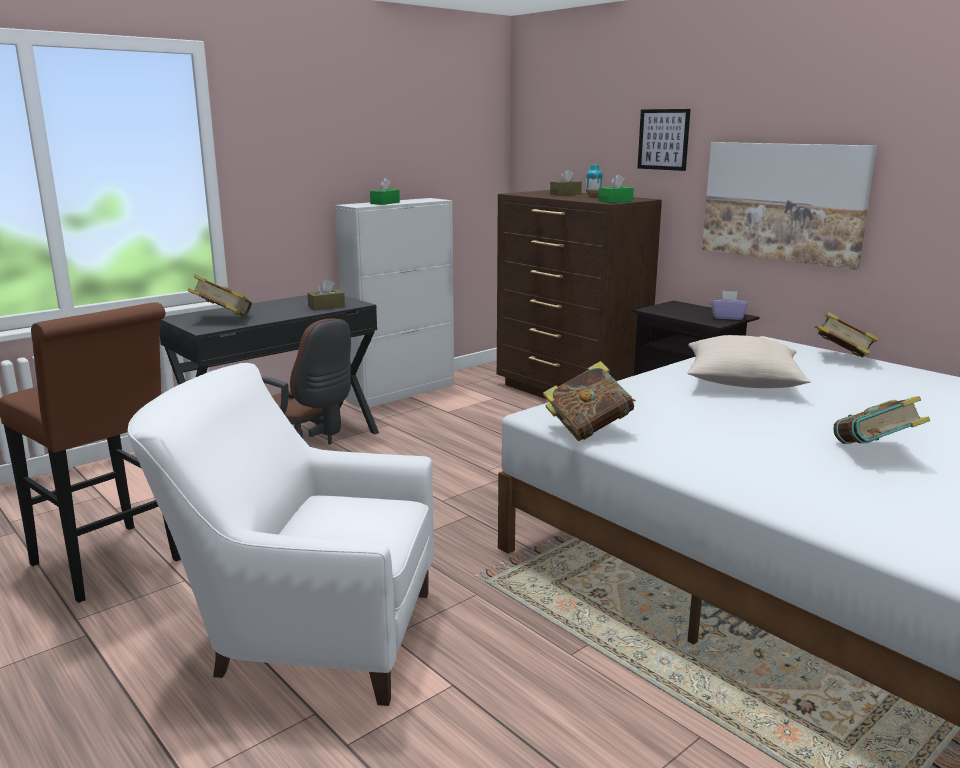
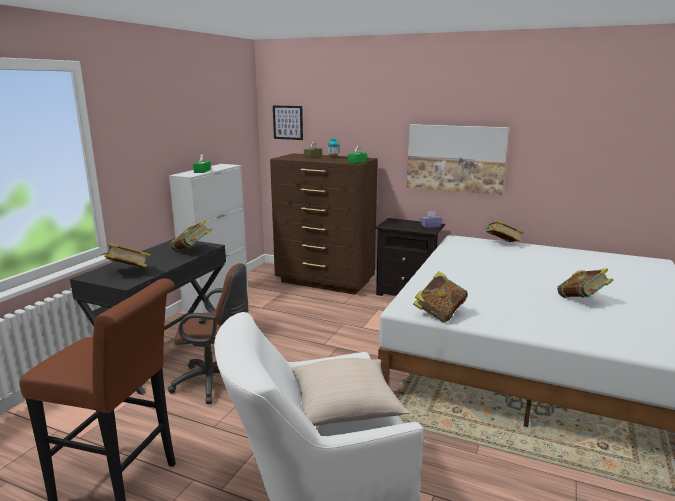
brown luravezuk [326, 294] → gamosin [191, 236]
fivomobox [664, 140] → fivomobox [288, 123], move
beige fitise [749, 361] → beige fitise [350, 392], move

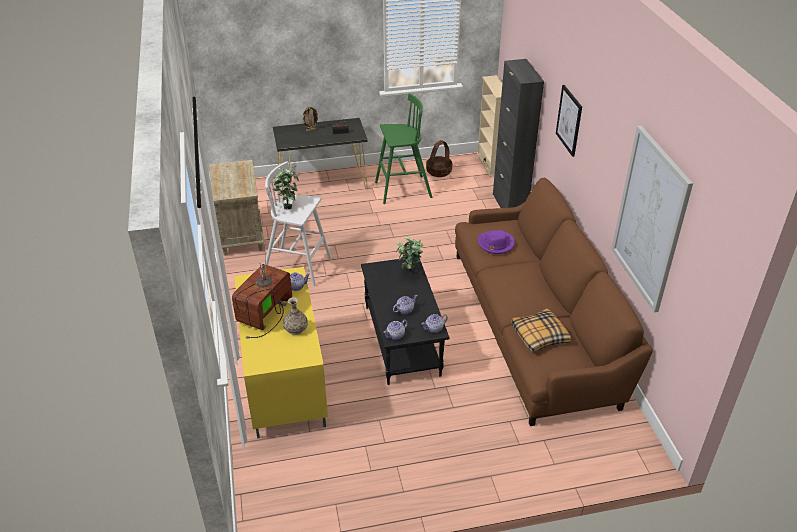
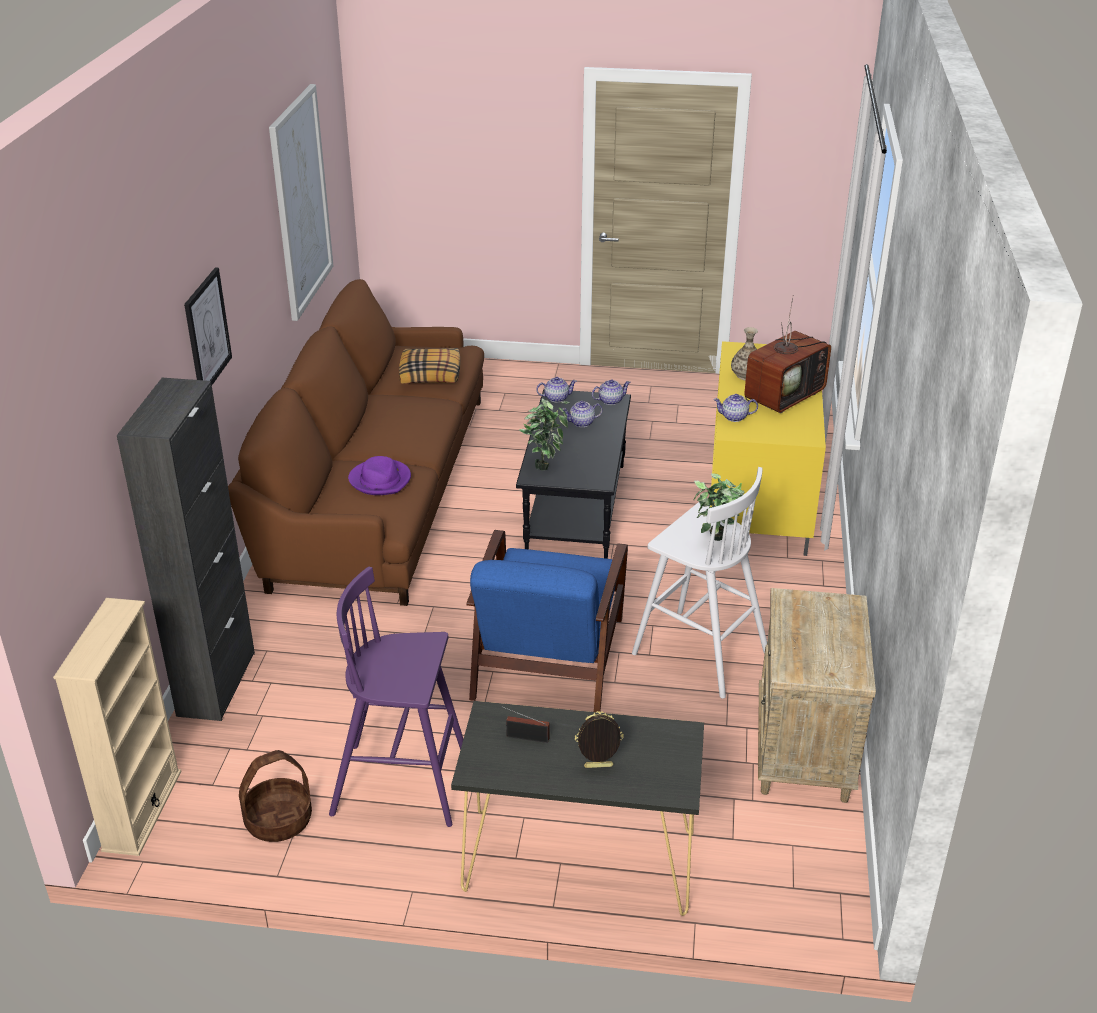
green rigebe [403, 148] → purple rigebe [396, 697]
- → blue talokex [547, 621]

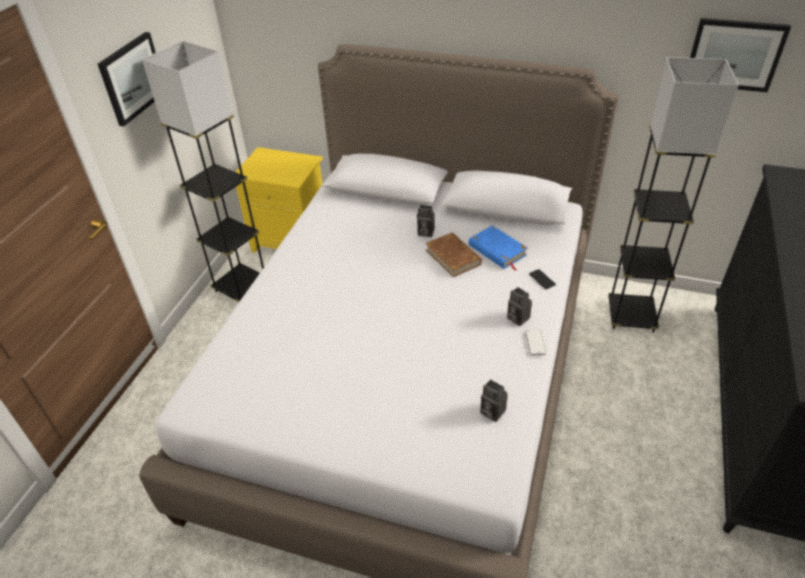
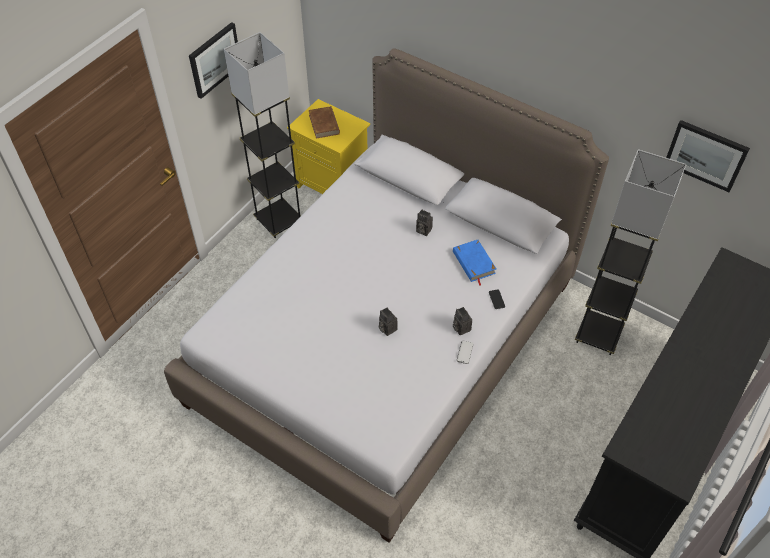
brown gamosin [453, 254] → brown gamosin [324, 122], move
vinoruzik [494, 400] → vinoruzik [388, 322], move

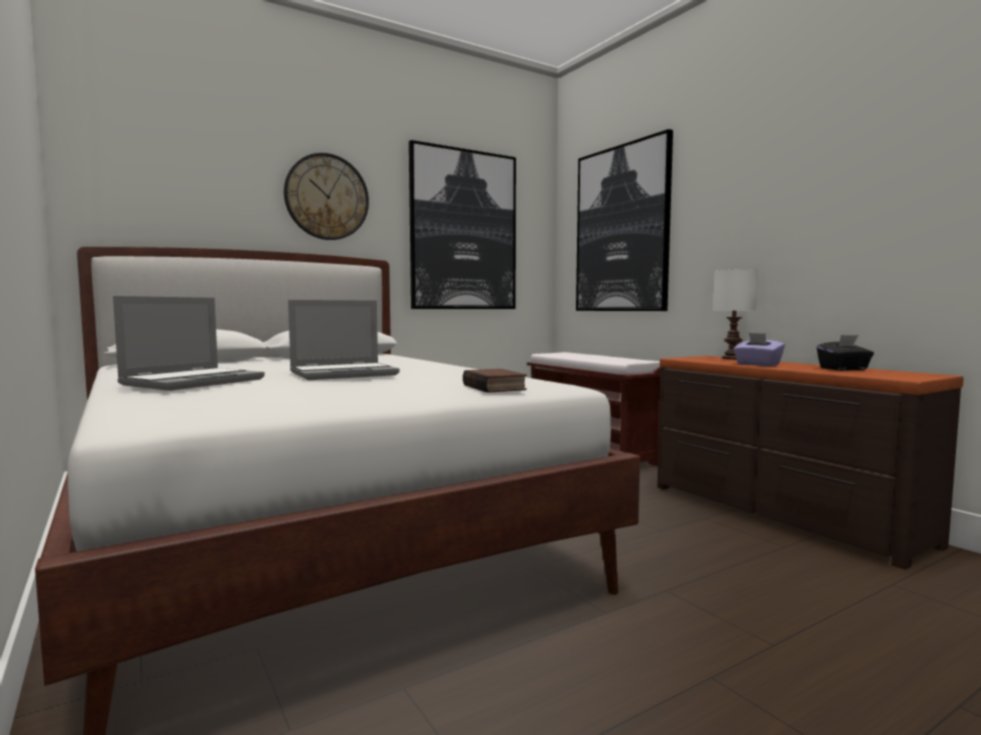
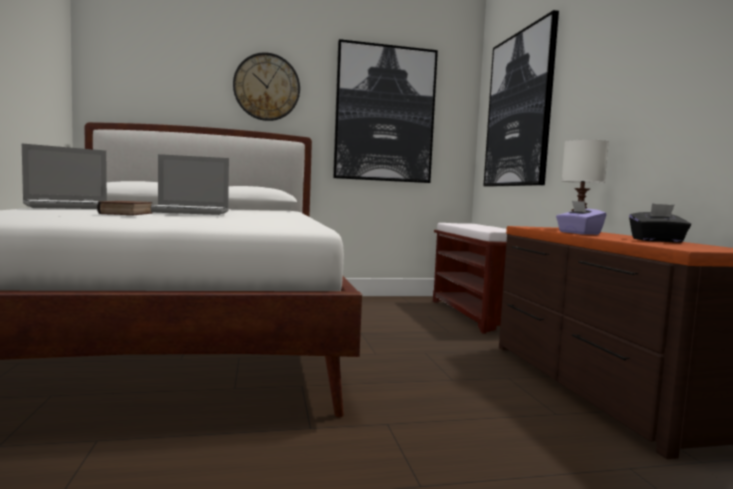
gamosin [495, 381] → gamosin [124, 208], move

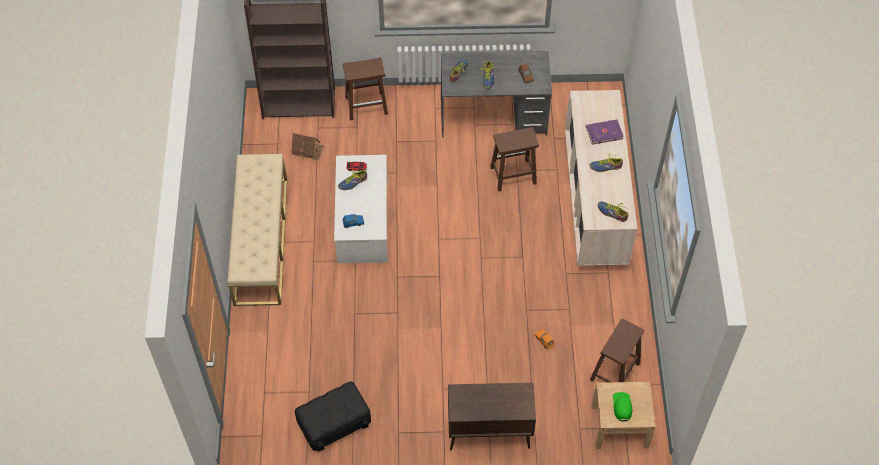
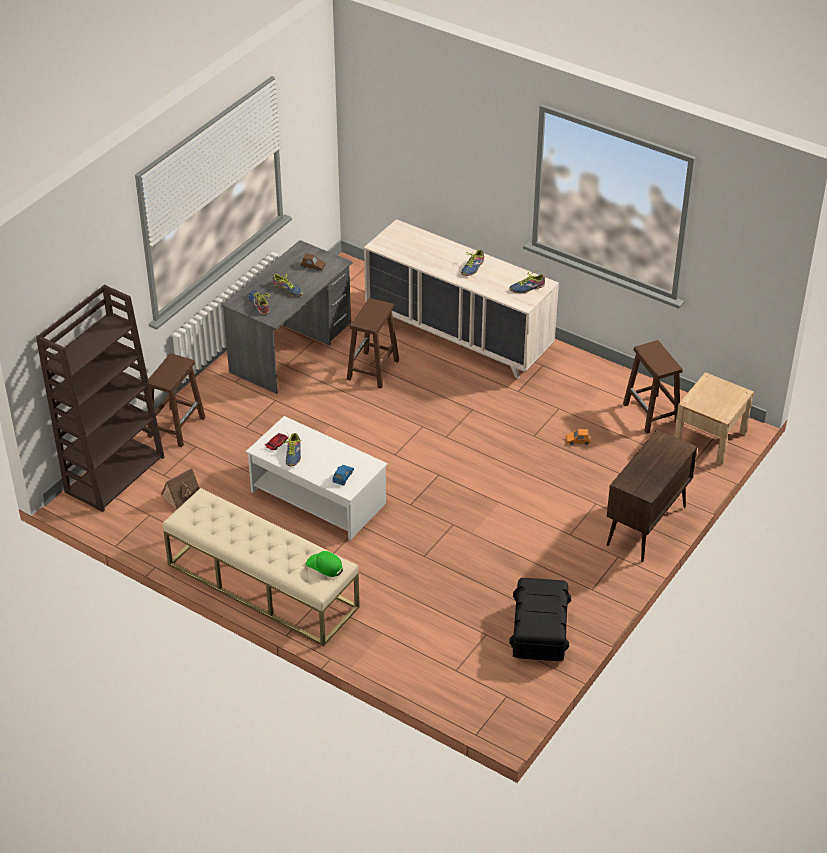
purple gamosin [605, 132] → -
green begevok [622, 406] → green begevok [324, 564], move

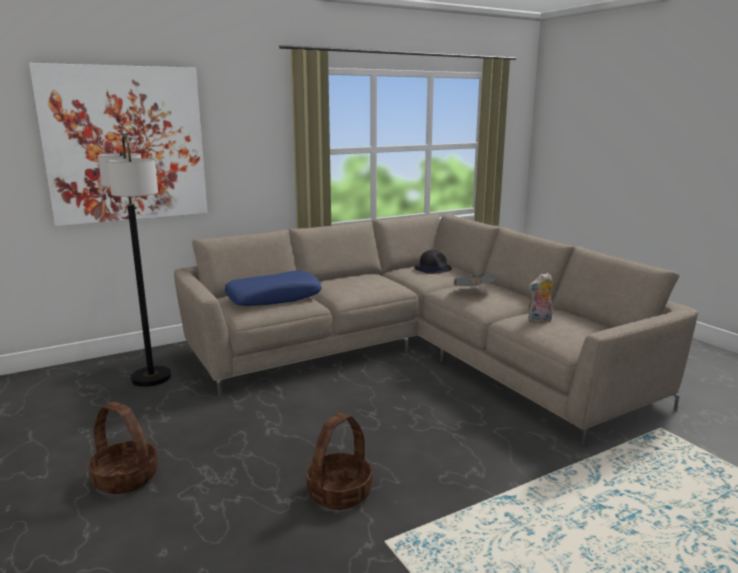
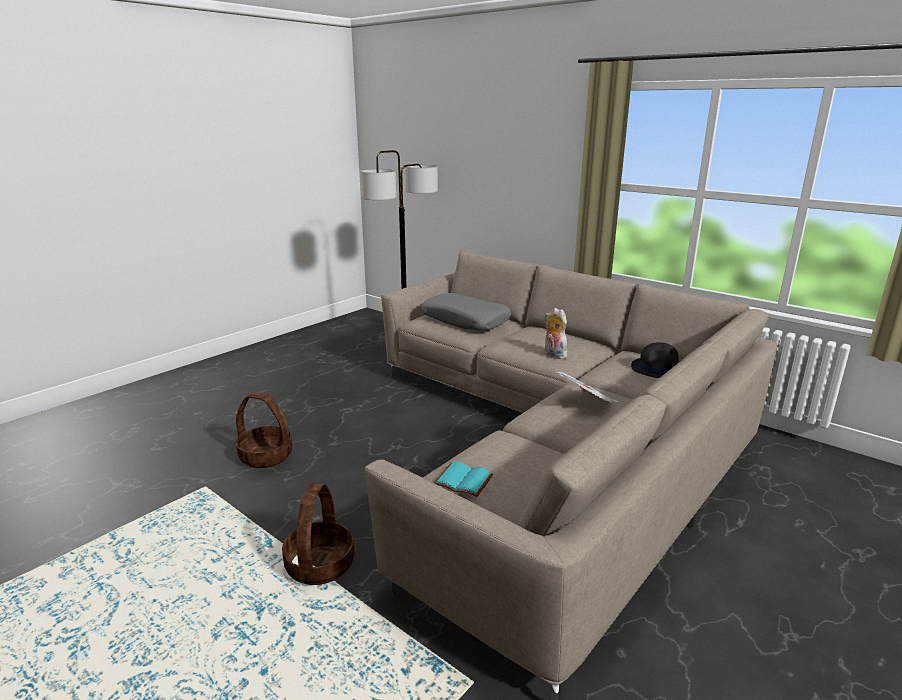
fivomobox [118, 144] → -
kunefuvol [123, 447] → kunefuvol [318, 534], move
blue fitise [273, 288] → grey fitise [466, 311]
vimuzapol [540, 298] → vimuzapol [556, 334], move
- → turquoise gamosin [463, 479]

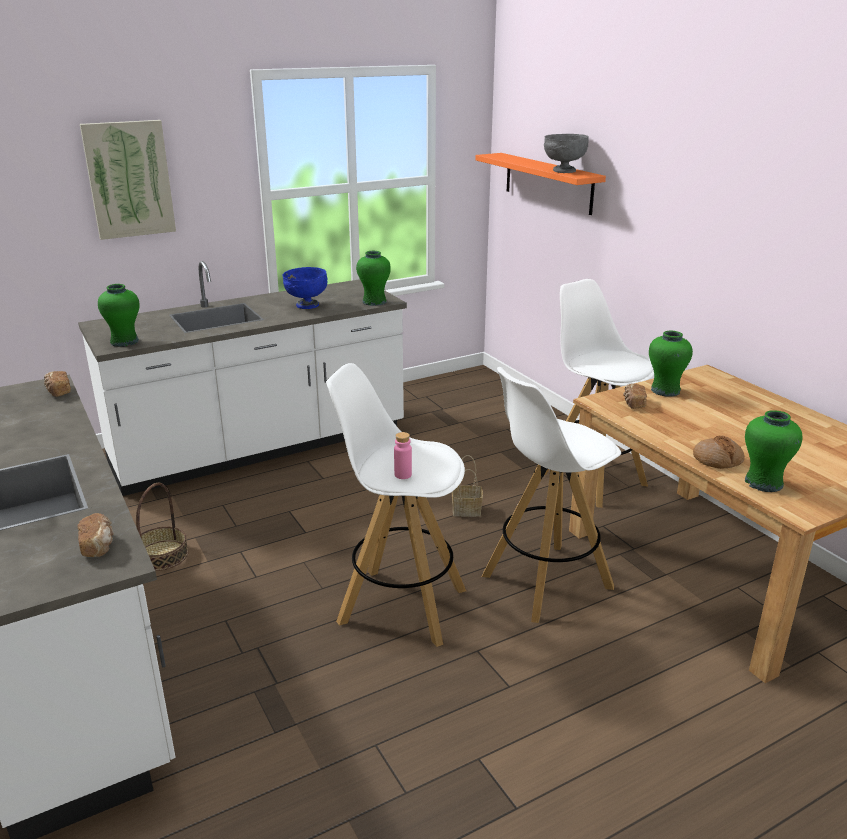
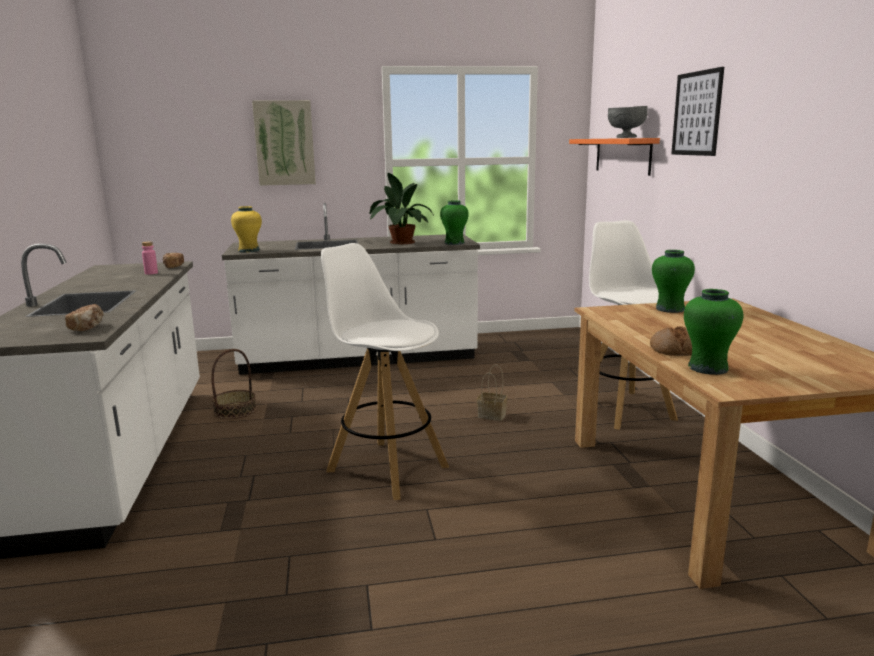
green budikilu [119, 315] → yellow budikilu [246, 229]
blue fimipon [305, 288] → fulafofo [402, 208]
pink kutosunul [403, 455] → pink kutosunul [150, 258], move
white rigebe [551, 495] → -
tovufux [635, 396] → -
- → fivomobox [697, 111]

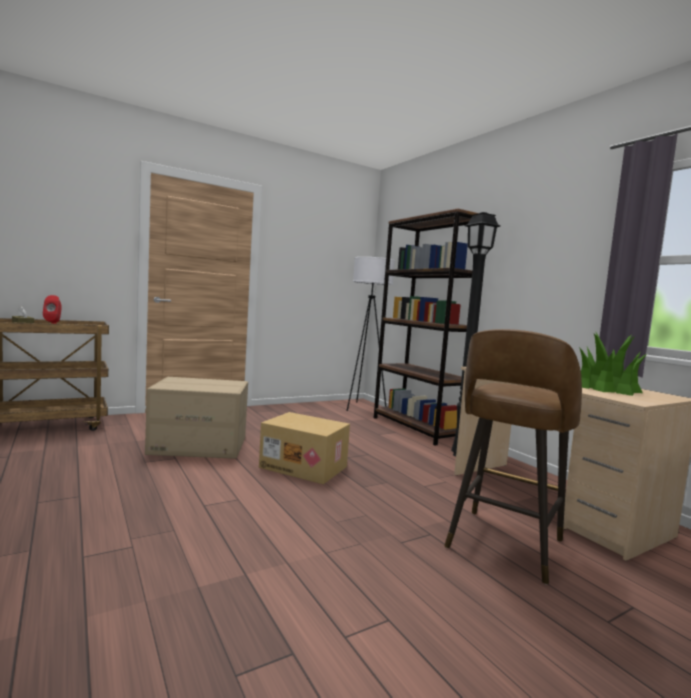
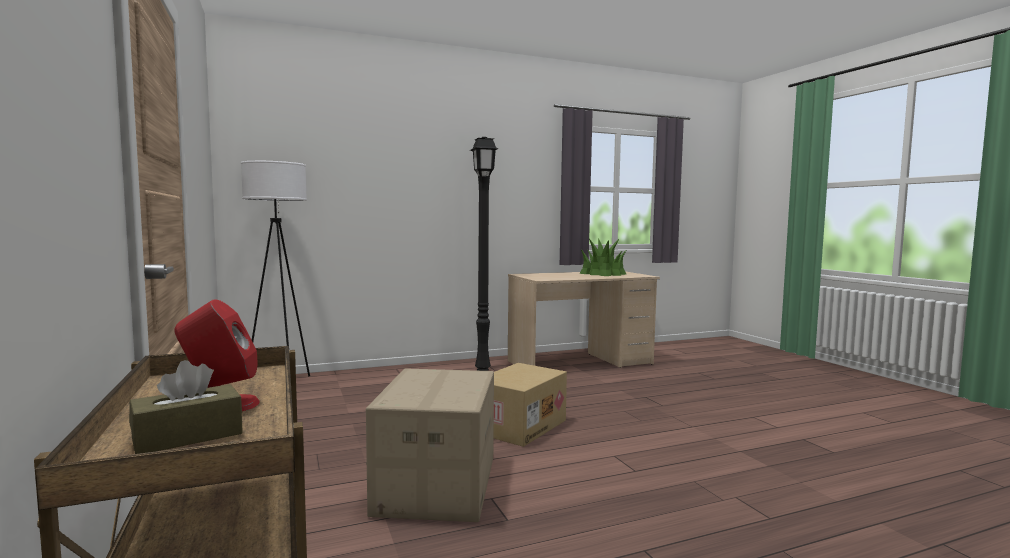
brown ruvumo [429, 327] → -
brown rigebe [513, 457] → -

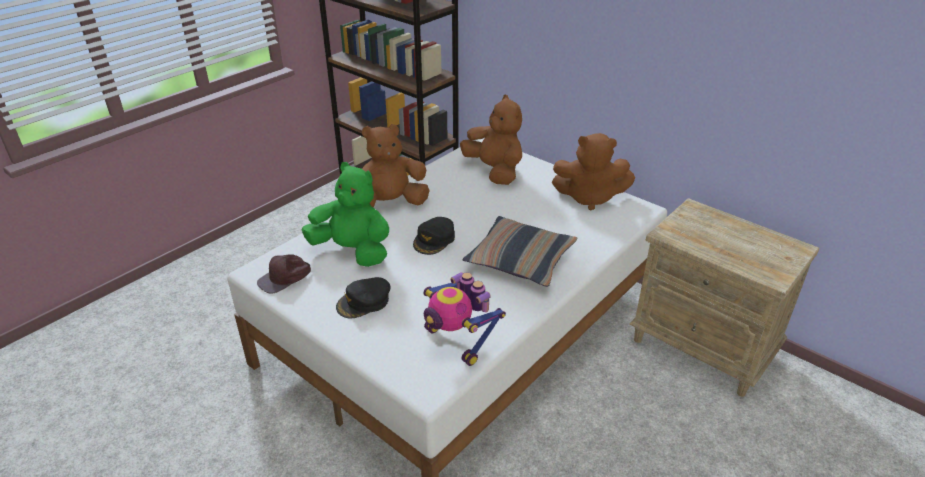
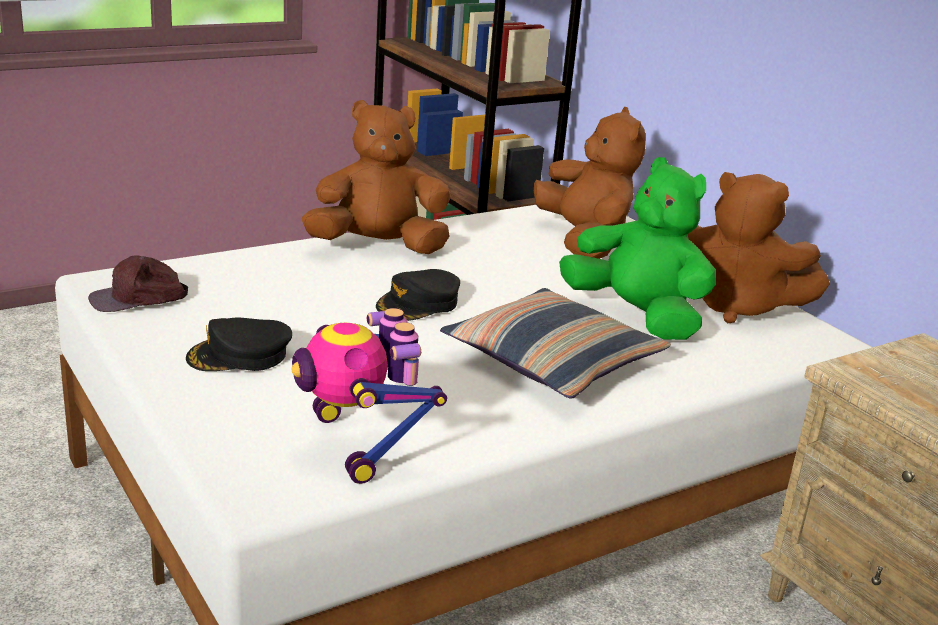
green vimuzapol [345, 214] → green vimuzapol [637, 248], move

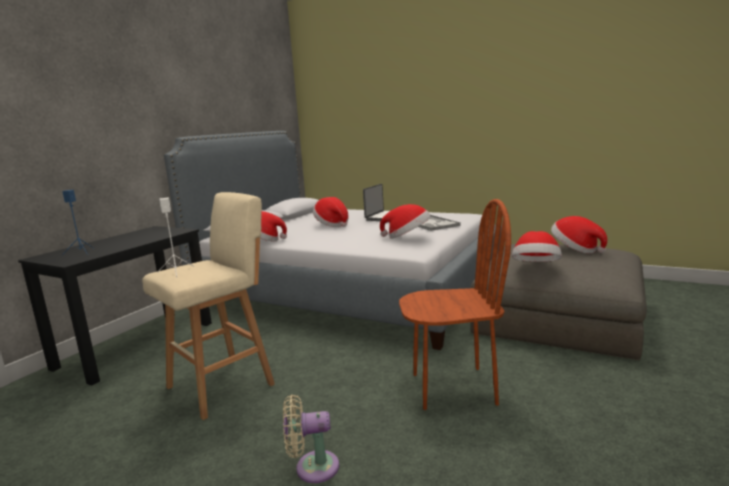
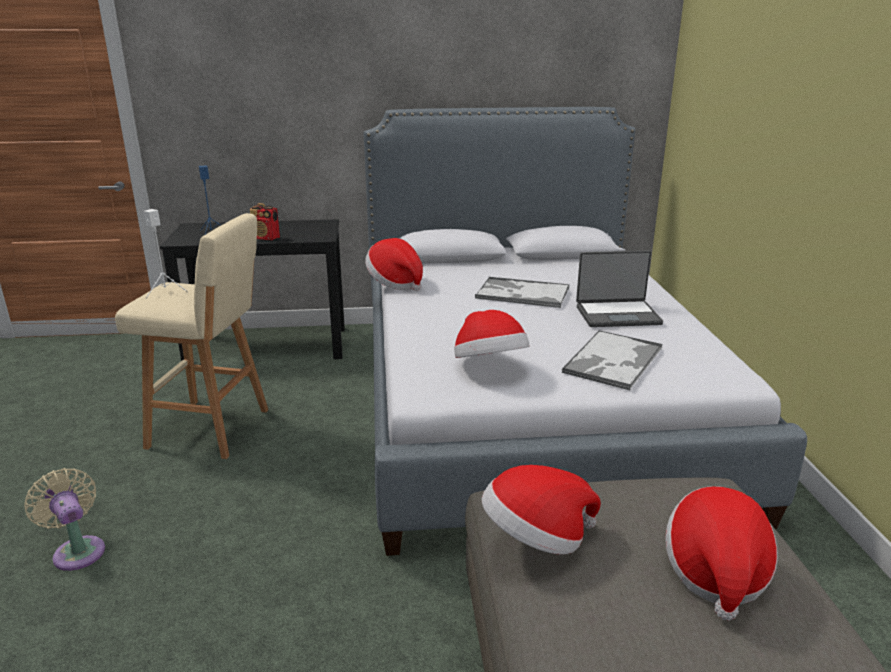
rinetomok [331, 212] → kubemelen [522, 292]
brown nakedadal [455, 304] → -
- → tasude [265, 221]

